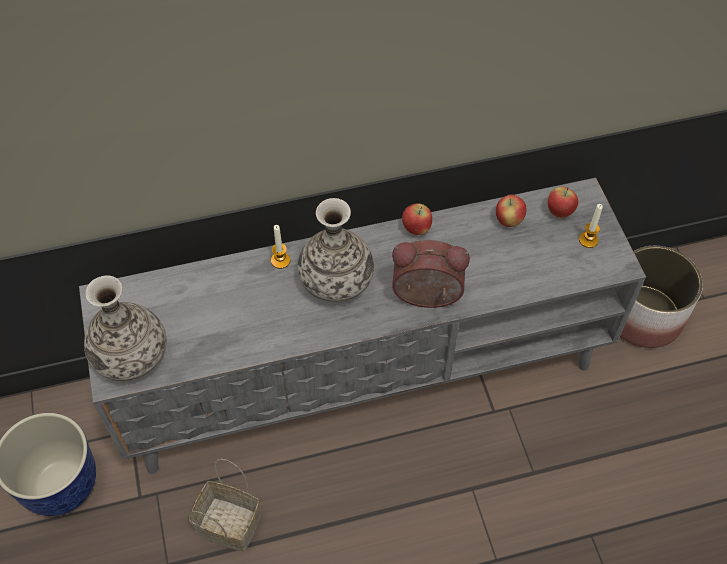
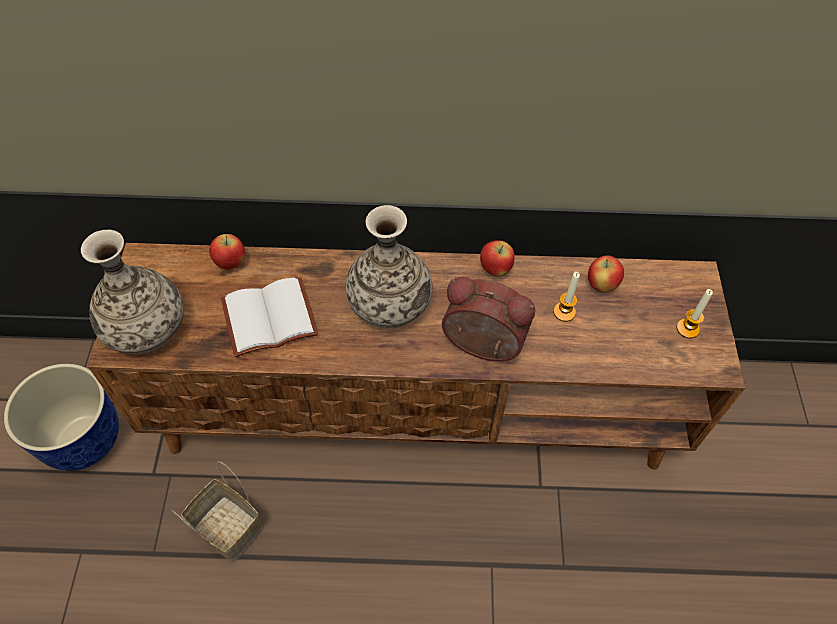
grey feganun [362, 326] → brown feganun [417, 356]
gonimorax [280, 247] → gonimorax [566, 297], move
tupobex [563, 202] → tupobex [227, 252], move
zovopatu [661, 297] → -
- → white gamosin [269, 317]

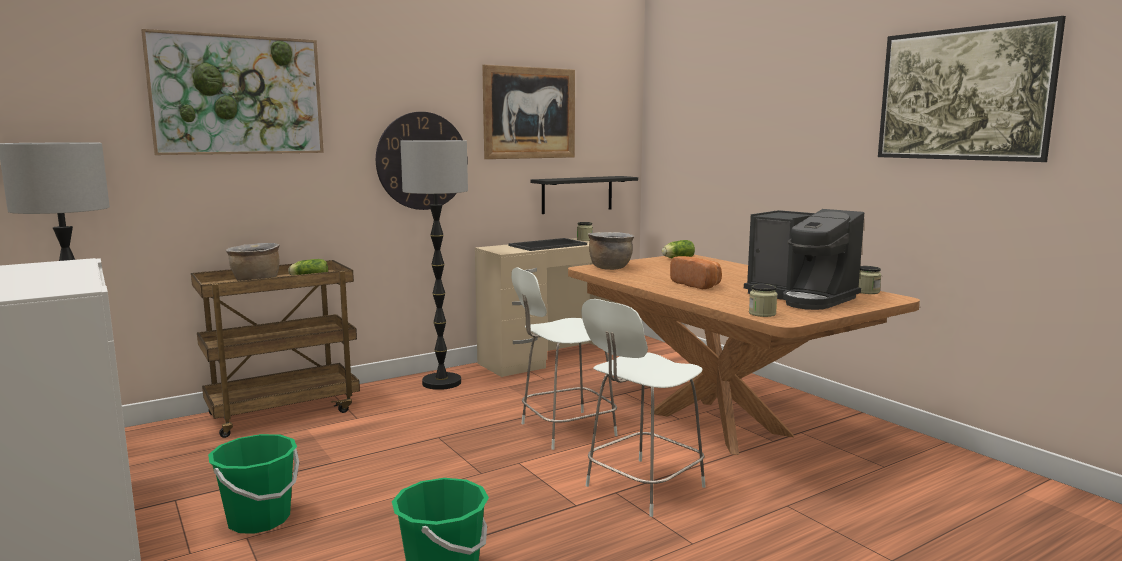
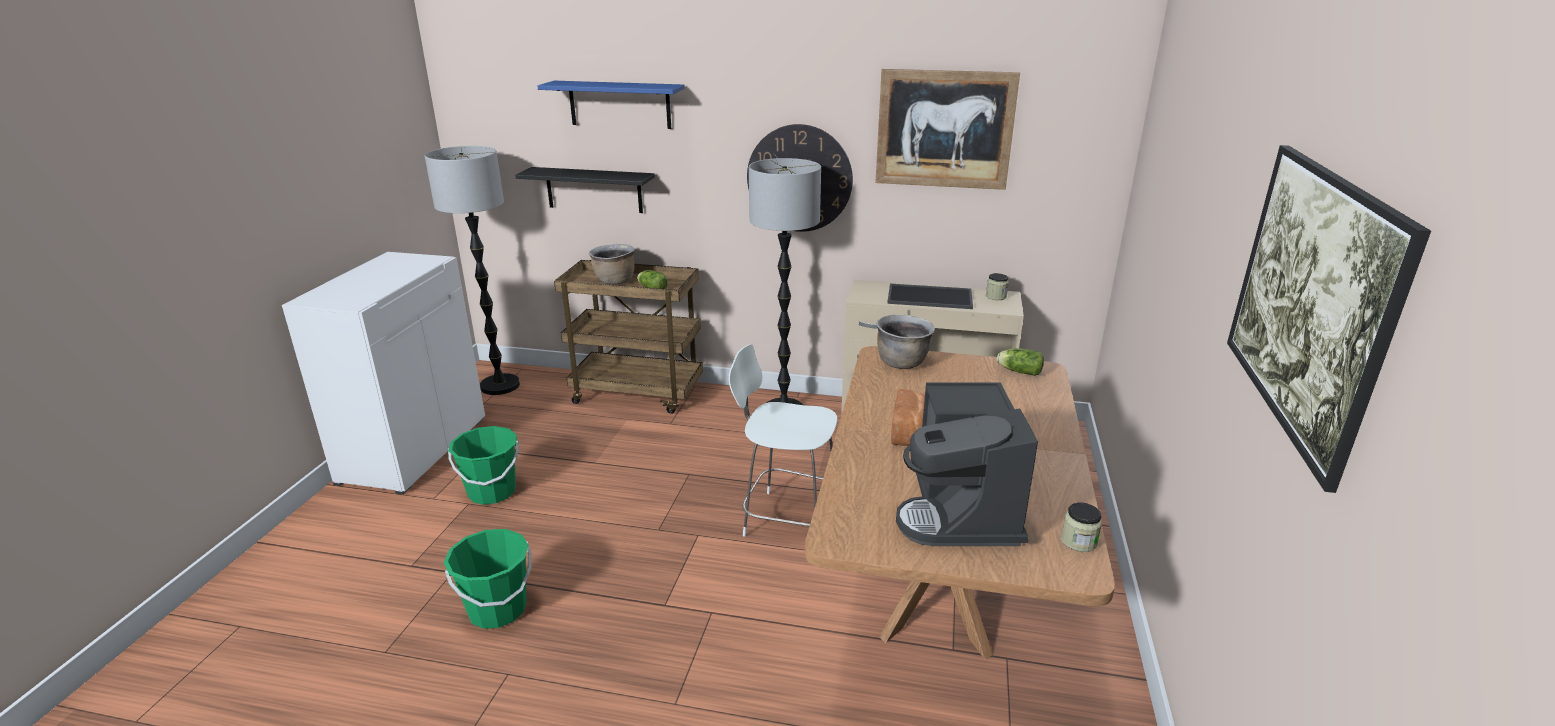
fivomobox [232, 92] → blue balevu [611, 105]
black balevu [584, 195] → black balevu [585, 190], move
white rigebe [643, 408] → -
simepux [763, 300] → -

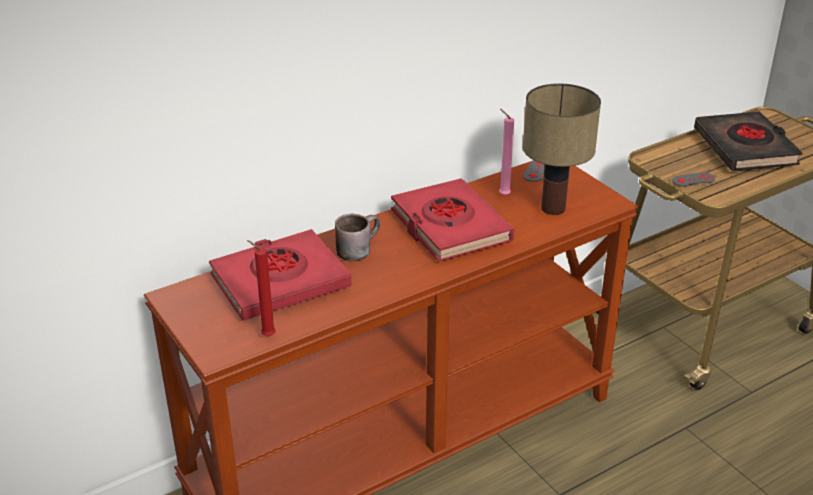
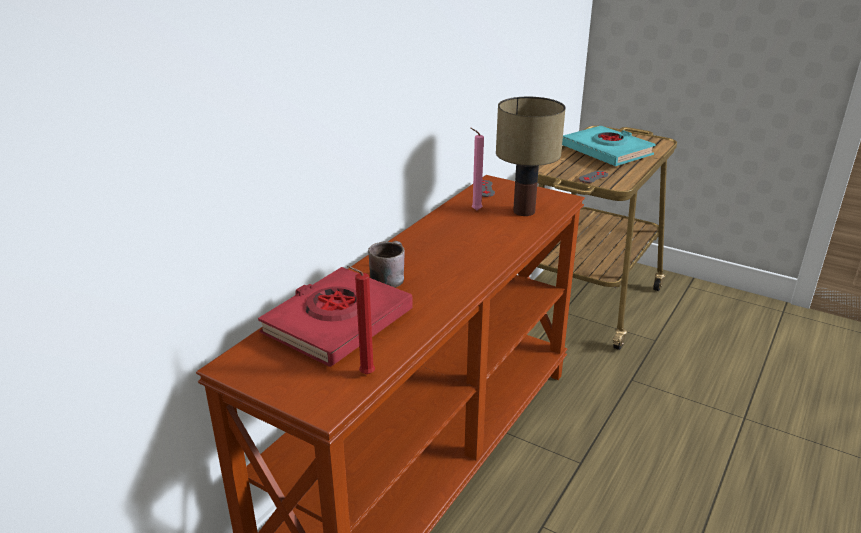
red gamosin [452, 220] → -
black gamosin [748, 141] → turquoise gamosin [608, 146]

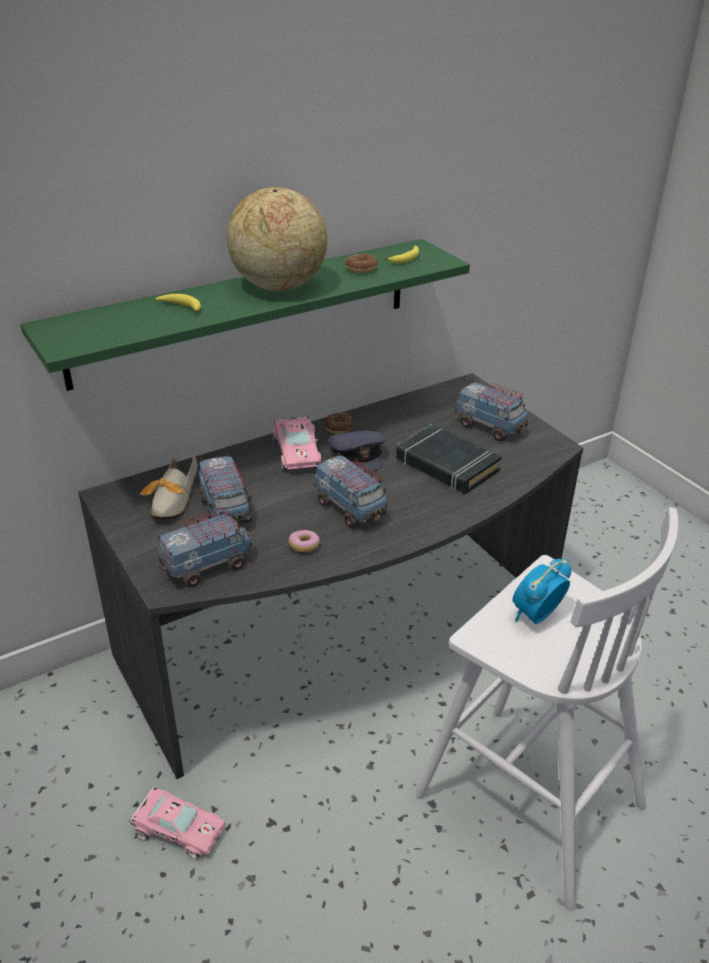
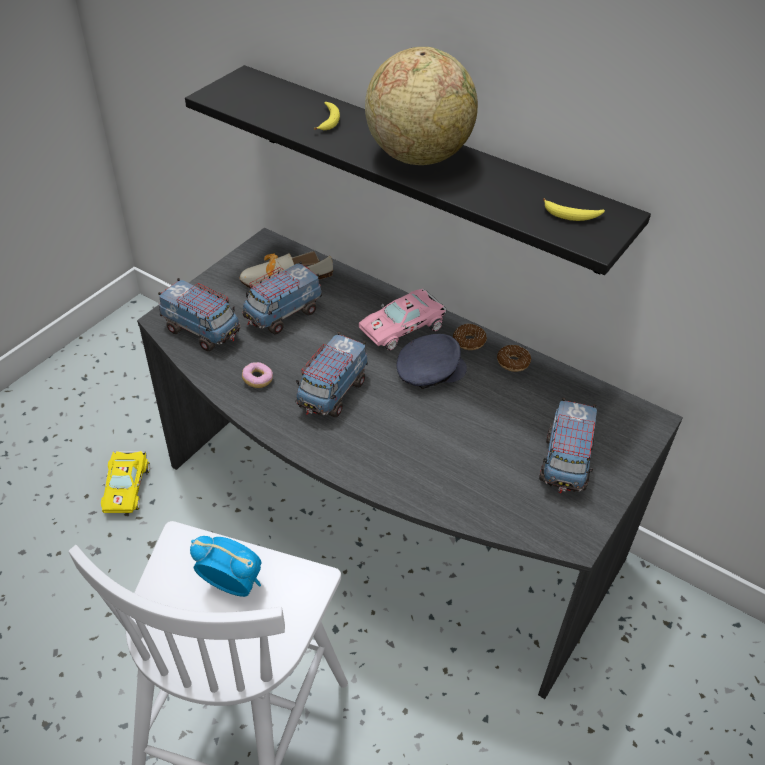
green balevu [245, 315] → black balevu [418, 170]
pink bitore [177, 823] → yellow bitore [125, 482]
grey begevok [357, 451] → grey begevok [432, 361], 150 degrees counterclockwise
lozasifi [361, 263] → lozasifi [514, 358], move
black gamosin [448, 459] → -

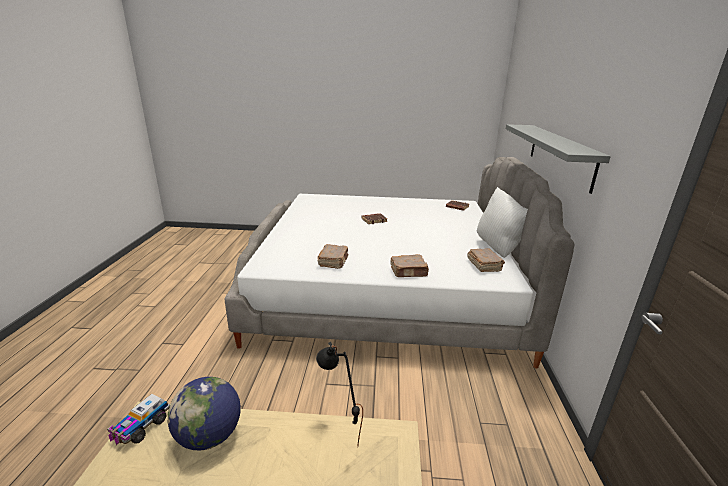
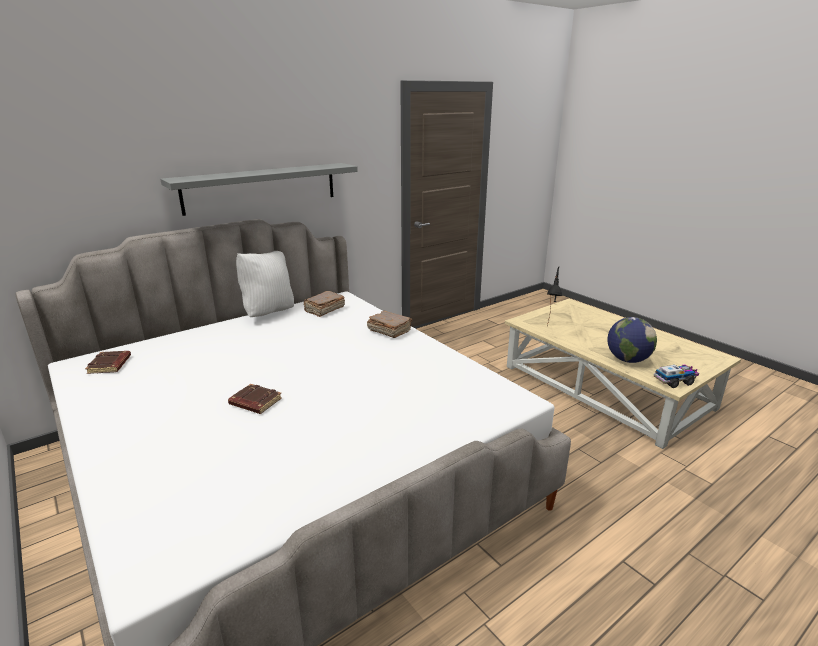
brown gamosin [332, 256] → -

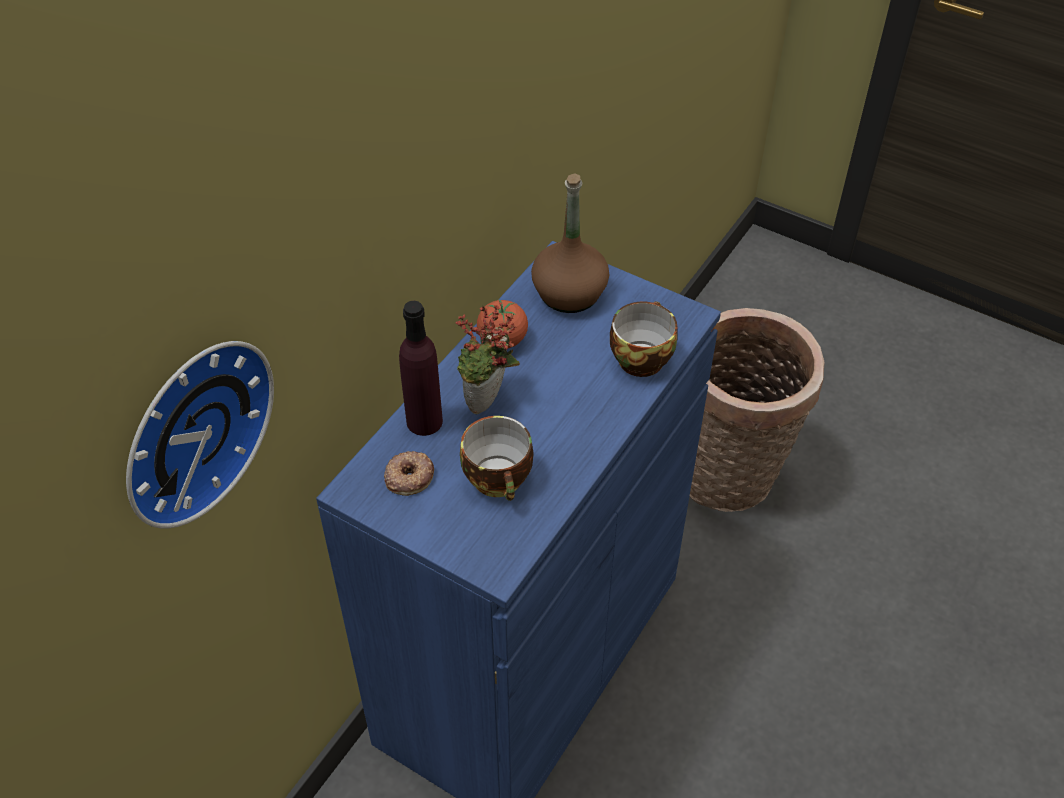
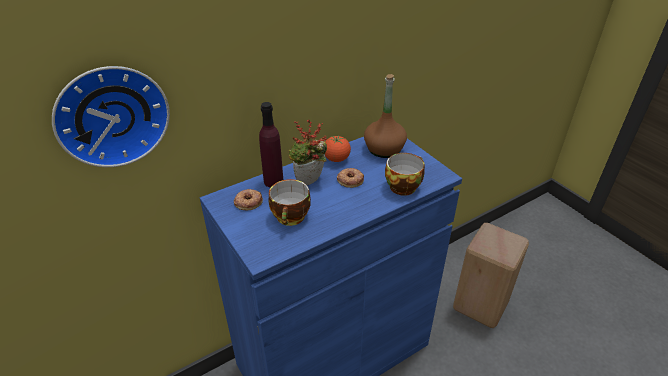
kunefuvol [757, 410] → beige rigebe [491, 275]
- → lozasifi [350, 178]

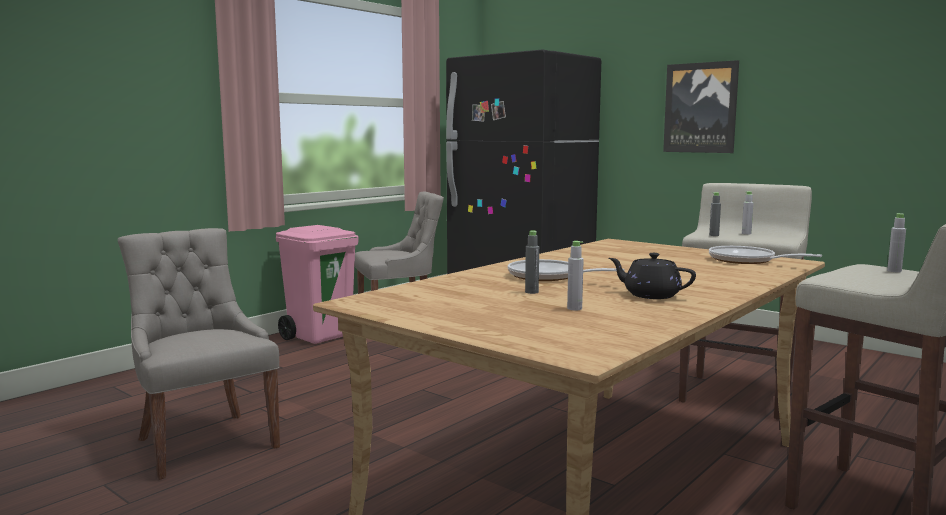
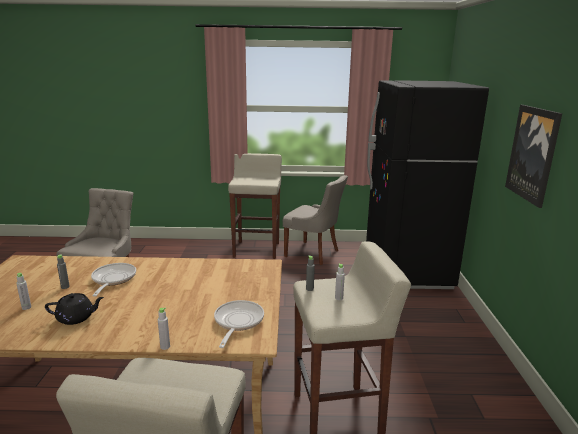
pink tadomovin [317, 284] → beige rigebe [255, 206]
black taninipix [652, 276] → black taninipix [74, 309], 90 degrees clockwise
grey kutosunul [896, 242] → grey kutosunul [164, 328], move

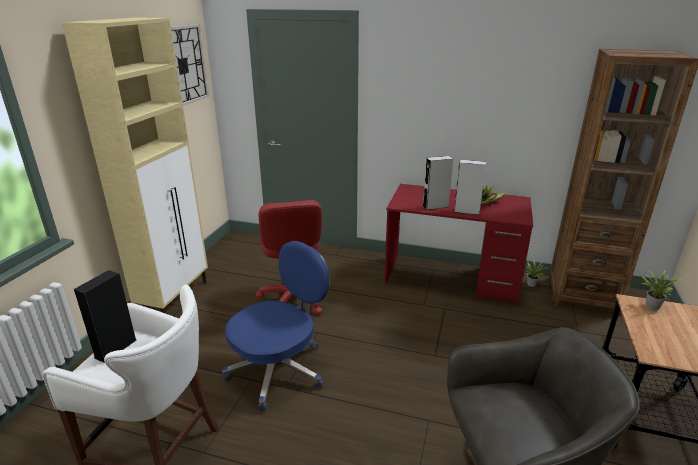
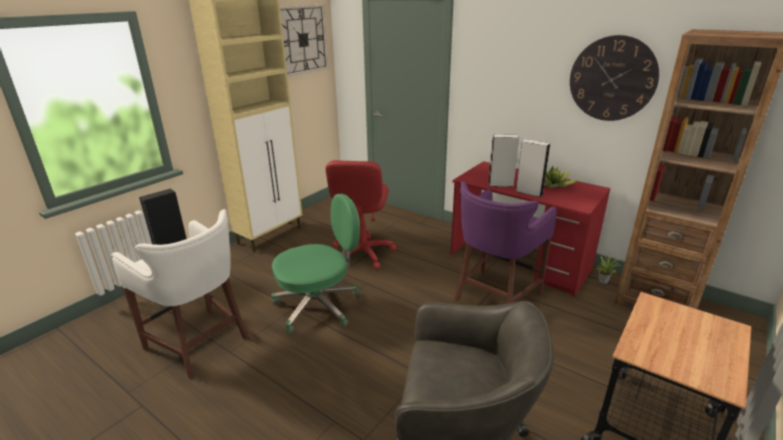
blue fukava [275, 326] → green fukava [316, 264]
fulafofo [661, 290] → -
- → purple rigebe [505, 242]
- → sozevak [614, 78]

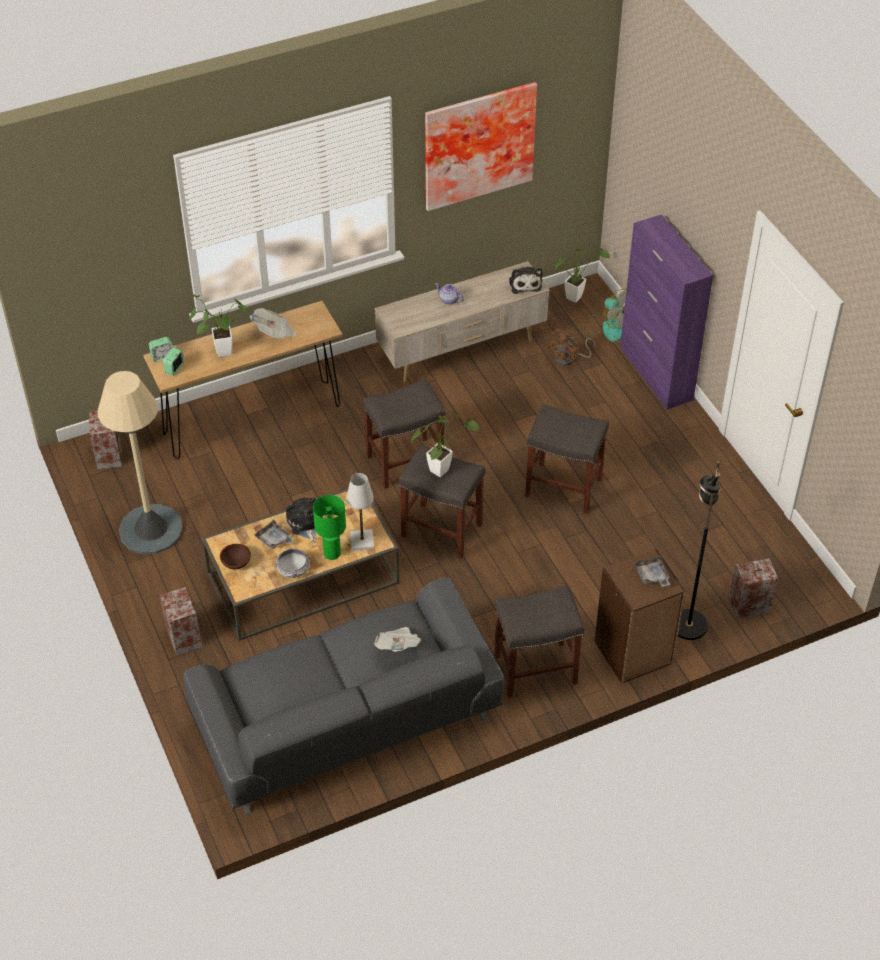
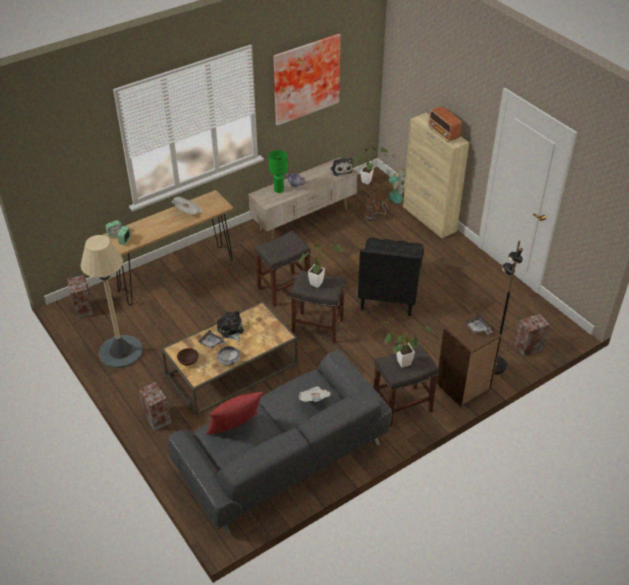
fulafofo [219, 325] → fulafofo [406, 345], move
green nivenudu [329, 527] → green nivenudu [278, 171], move
white nivenudu [360, 512] → -
grey rigebe [567, 458] → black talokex [391, 276]
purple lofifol [666, 311] → beige lofifol [436, 175]
- → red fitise [234, 413]
- → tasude [445, 124]

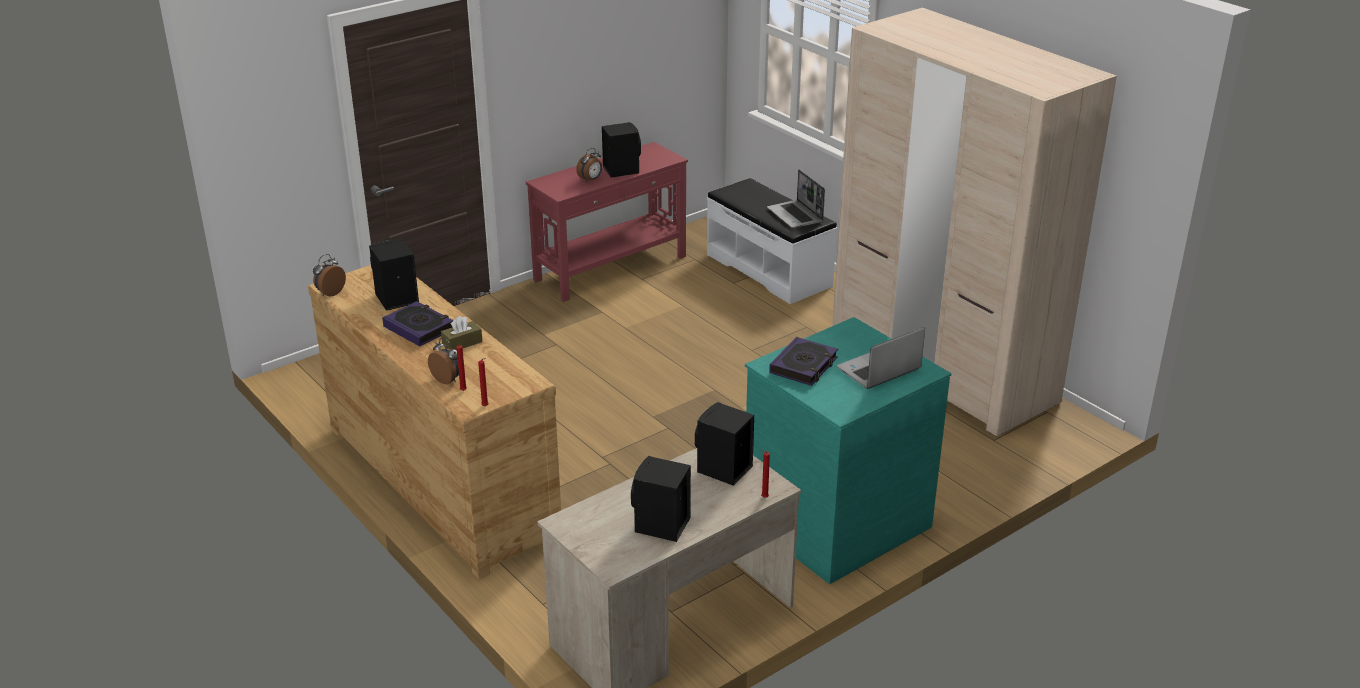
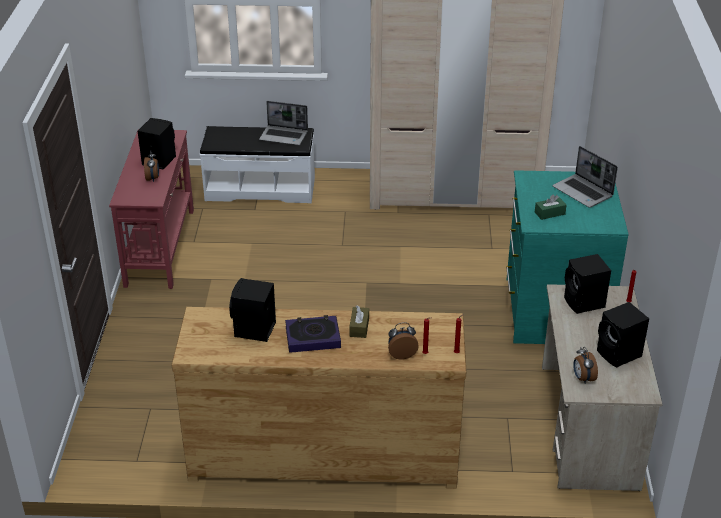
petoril [329, 275] → petoril [585, 365], move
gamosin [803, 361] → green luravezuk [551, 207]
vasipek [881, 358] → vasipek [585, 177], 45 degrees counterclockwise

